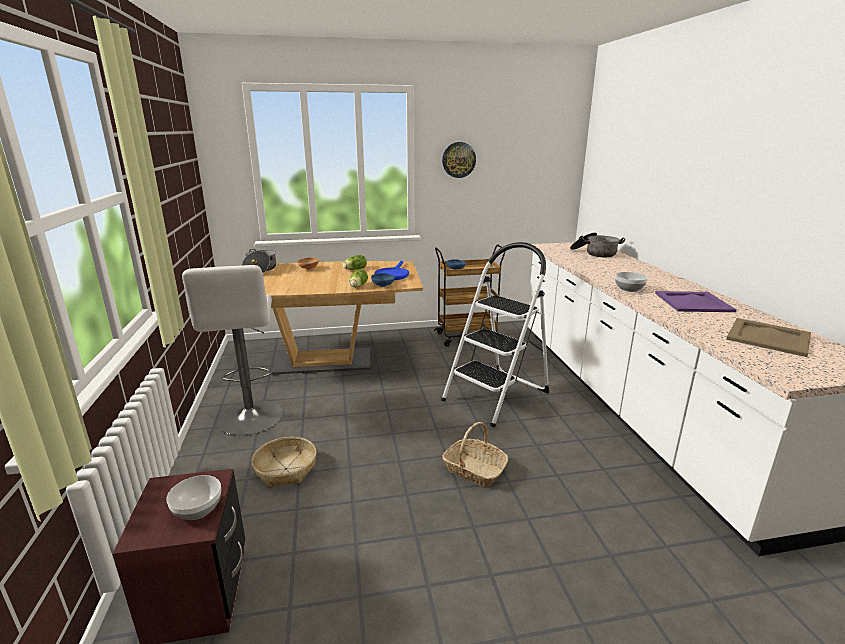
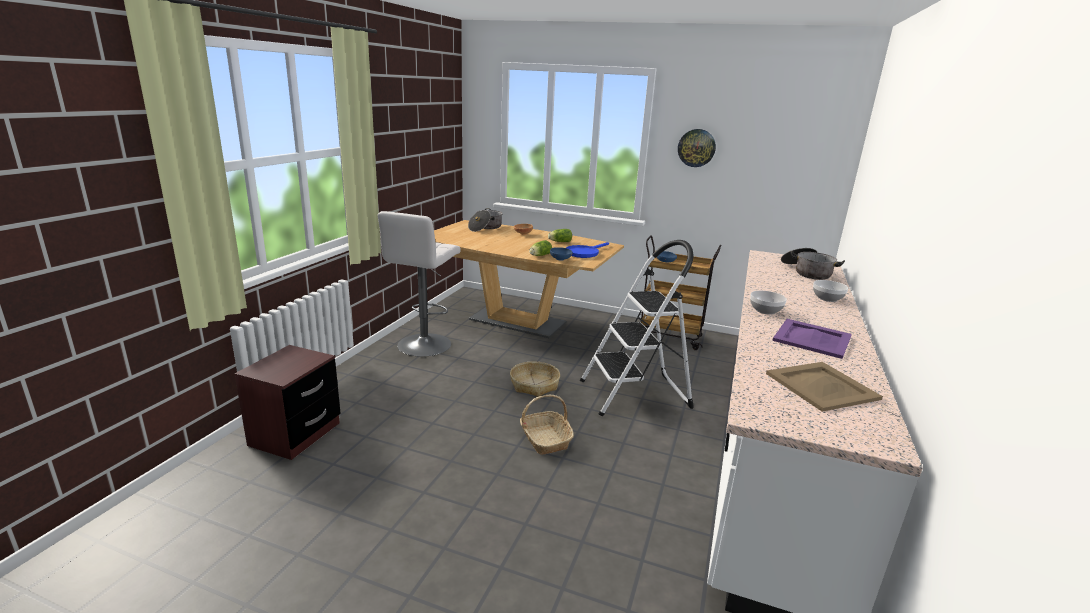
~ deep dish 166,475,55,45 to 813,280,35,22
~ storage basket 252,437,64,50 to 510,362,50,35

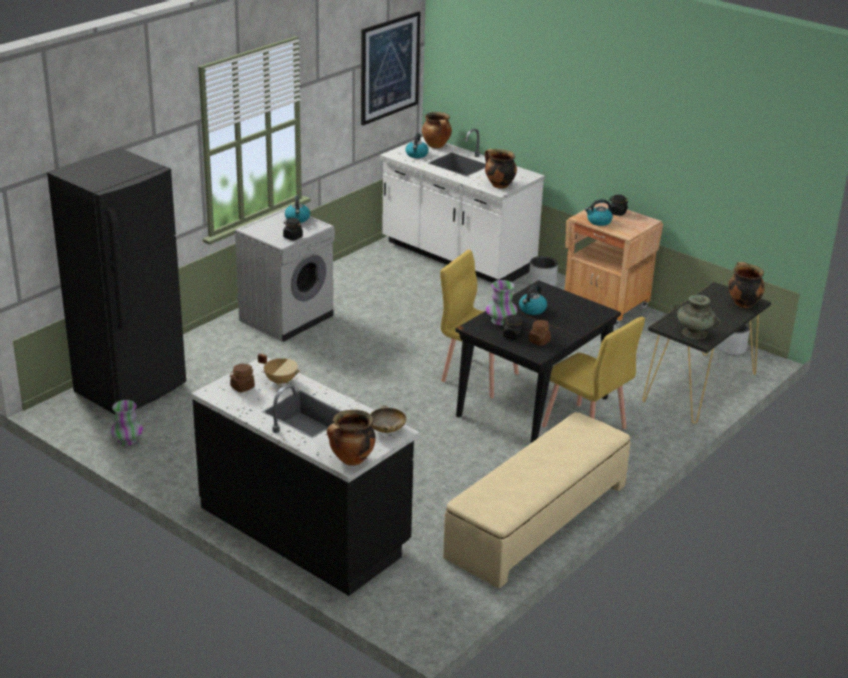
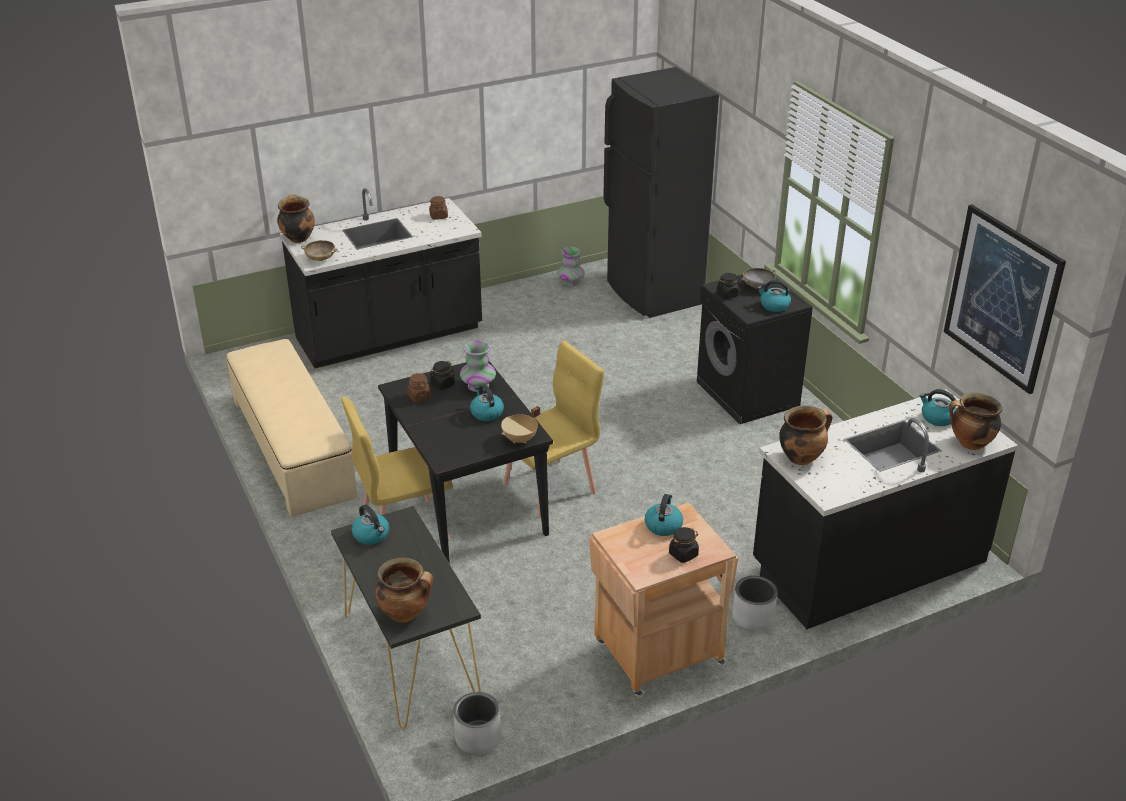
+ deep dish in gray 742,268,34,21
~ cooking pot in sand-coloured 258,354,42,31 to 501,406,39,38
~ flower vase in turquoise 673,295,48,44 to kettle 352,505,37,40
~ laundry machine in white-coloured 235,208,100,134 to laundry machine in black 697,274,116,150
~ kitchen base unit in white-coloured 380,128,165,155 to kitchen base unit in black 753,389,265,240

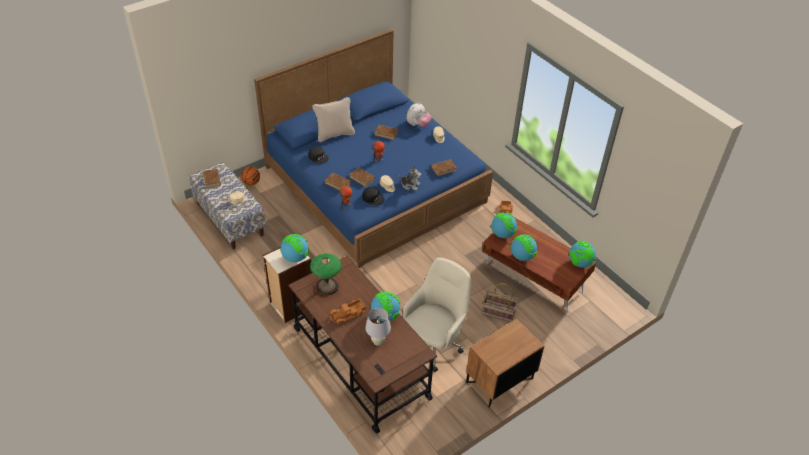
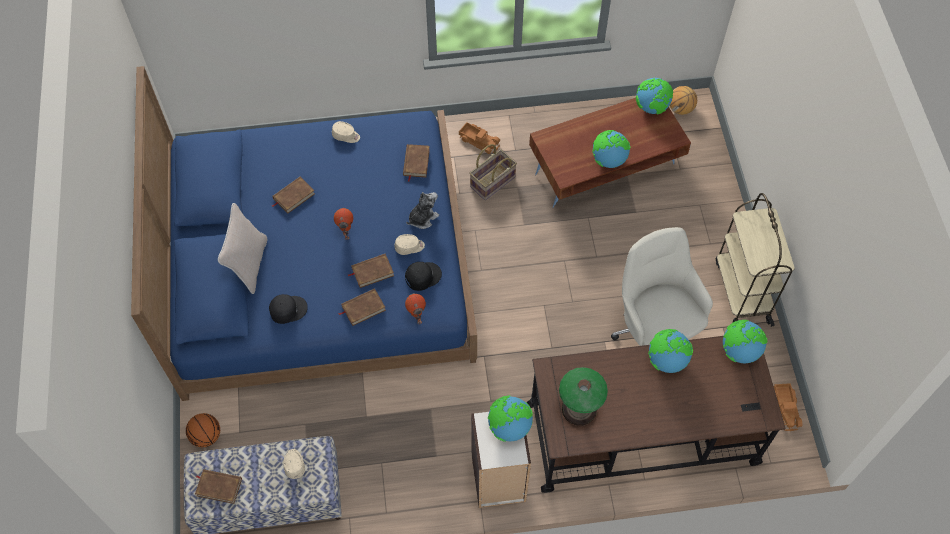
- tabletop lamp in white-coloured 365,308,26,38
- cuddly toy 406,102,25,25
+ ball for basketball 670,86,27,29
~ toy lorry 330,299,36,25 to 774,383,29,48
~ storage basket 482,283,36,39 to 469,144,48,56
~ desk globe 491,212,26,26 to 723,320,44,43
~ nightstand in brown 466,319,78,89 to trolley in sand-coloured 716,193,79,134

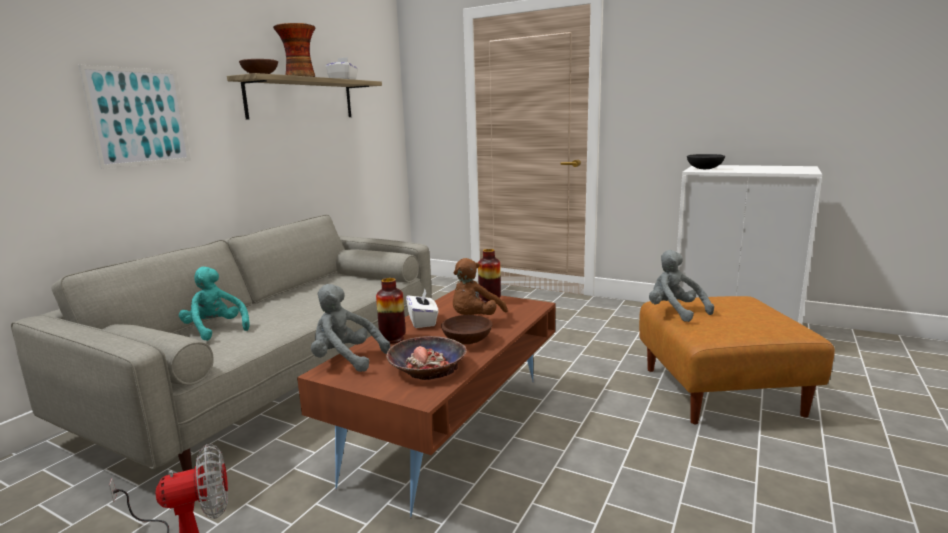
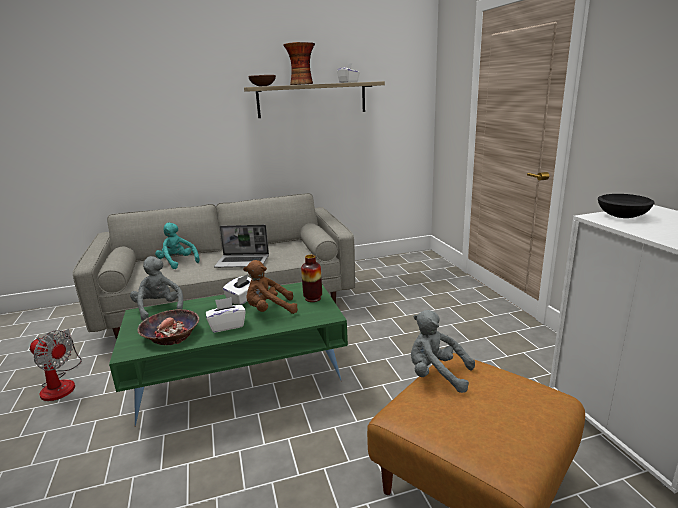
- wall art 79,65,112,104
- flower vase 376,278,30,66
+ portable computer 214,225,55,43
~ deep dish in brown 441,315,52,29 to tissue holder in white-coloured 206,297,40,36
~ low table in brown 297,290,258,229 to low table in green 109,282,239,145
~ cuddly toy in turquoise 179,267,71,74 = 155,223,45,46 45 degrees counterclockwise
~ cuddly toy in gray 649,250,65,72 = 411,310,64,83 75 degrees counterclockwise

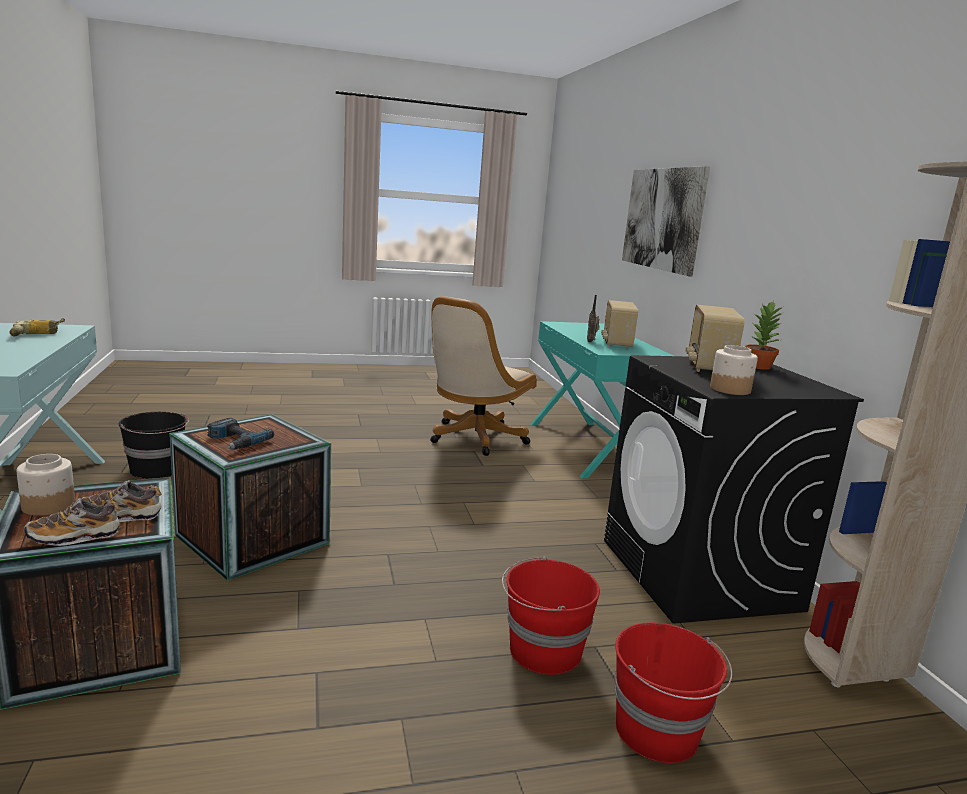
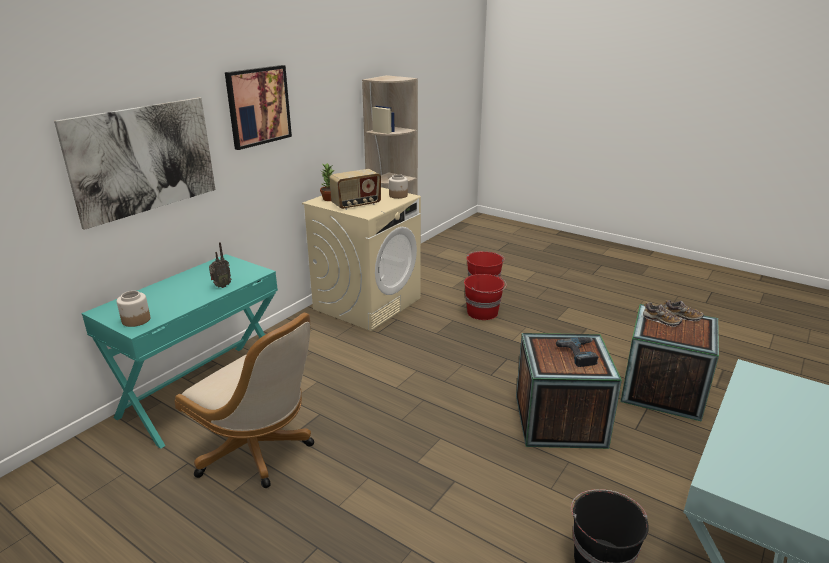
- electric drill 9,318,56,18
- radio set 601,300,37,48
+ wall art 225,65,67,85
~ storage jar 17,454,58,62 to 117,291,33,36
~ laundry machine in black 604,355,260,268 to laundry machine in sand-coloured 302,187,119,144
~ desk chair 430,296,107,160 = 175,313,139,175 45 degrees clockwise

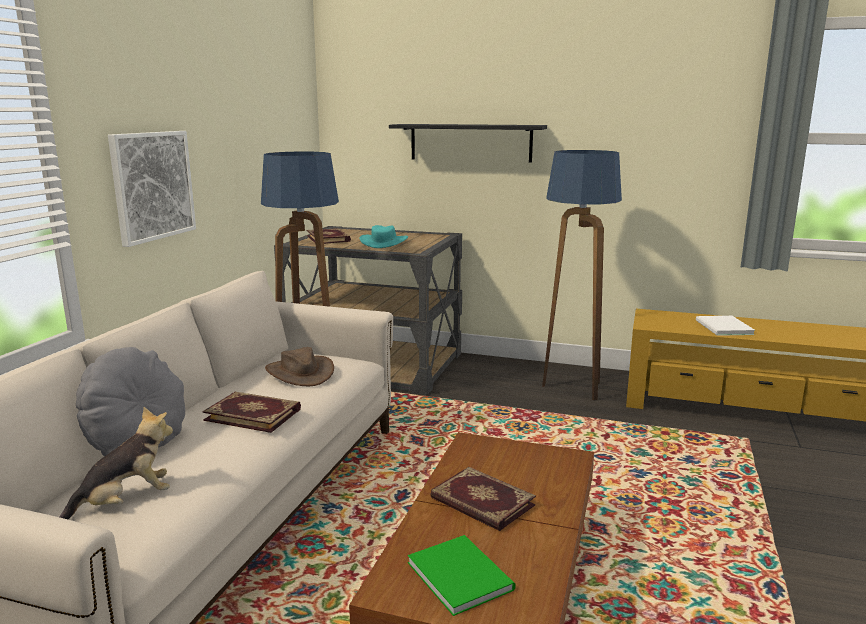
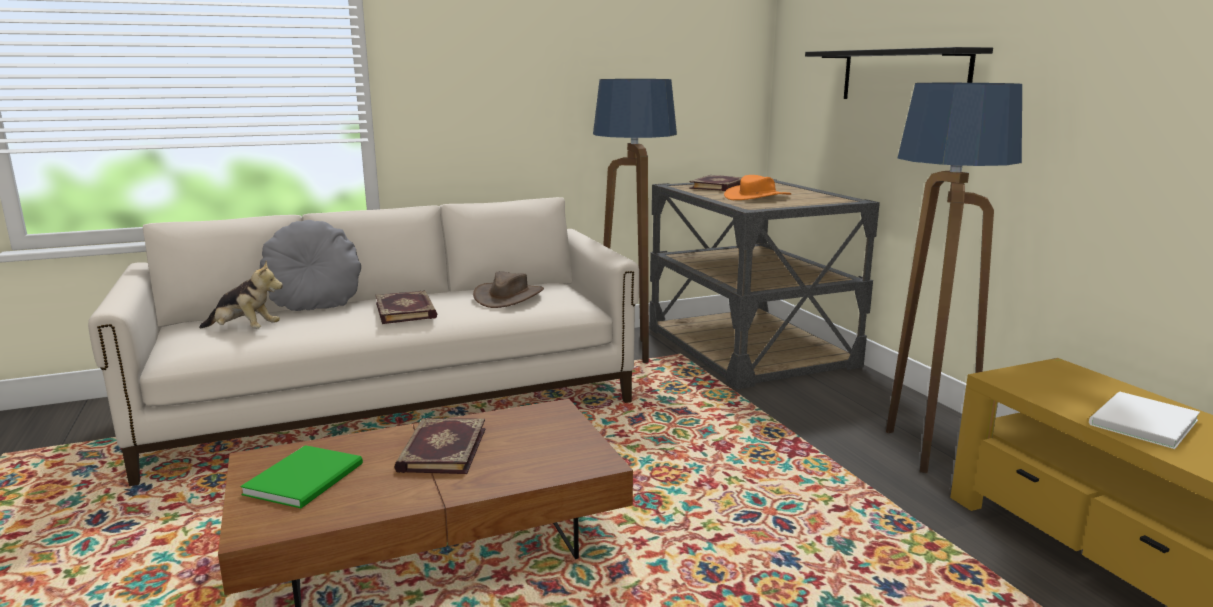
- wall art 108,131,88,116
~ wearable hat in turquoise 360,225,48,23 to wearable hat in orange-coloured 724,175,67,25

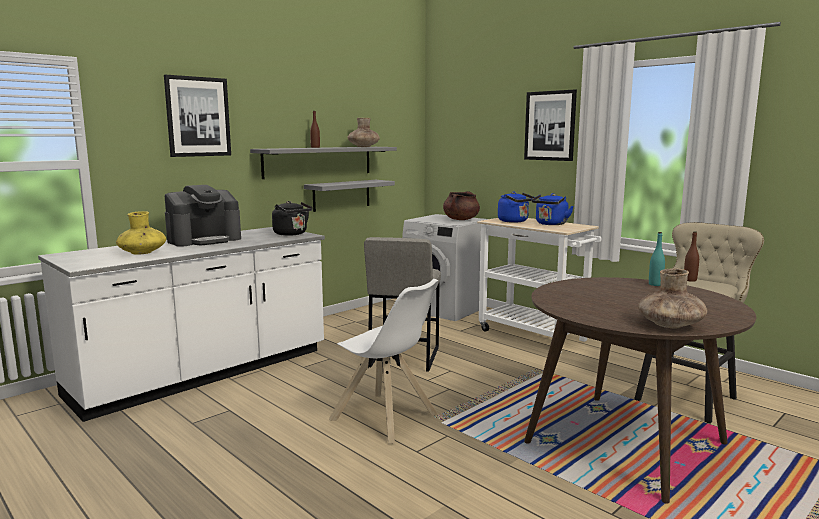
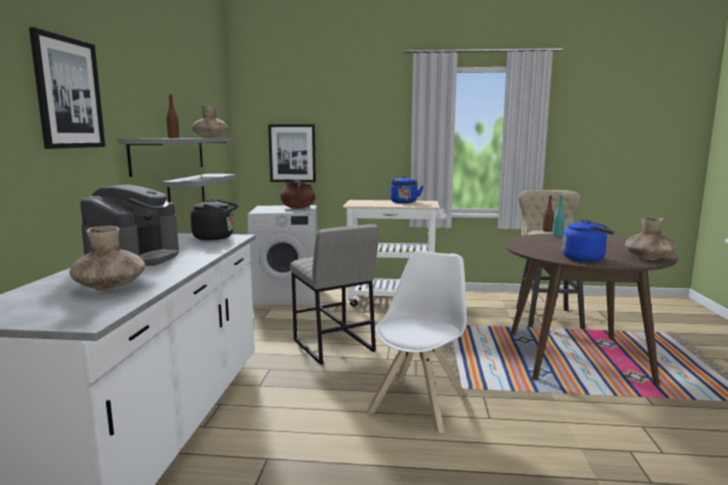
~ kettle in blue-coloured 498,192,37,31 to 562,220,53,42
~ wall art 524,90,53,71 to 268,124,48,58
~ flower vase in yellow 116,211,50,44 to flower vase in brown 69,226,76,65
~ chair in white-coloured 329,279,109,165 = 366,250,101,183 60 degrees counterclockwise

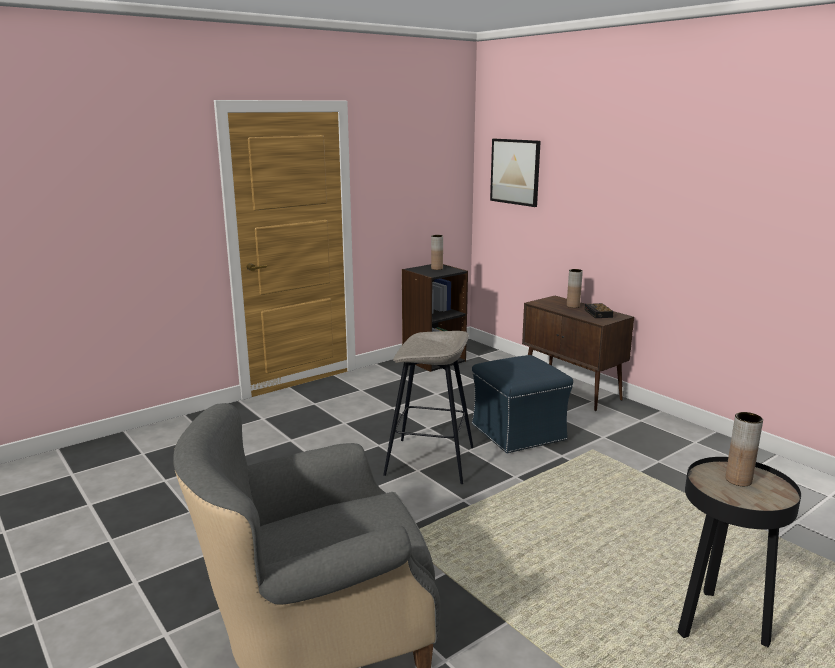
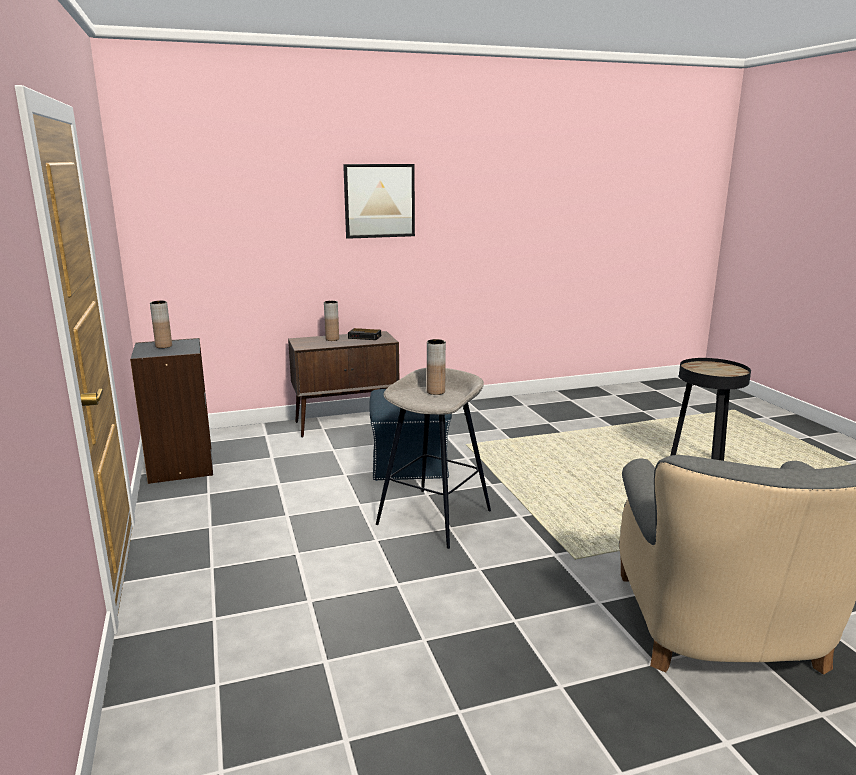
~ wall art 490,139,51,68 to 343,164,72,75
~ flower vase in brown 725,412,38,74 to 427,339,19,56

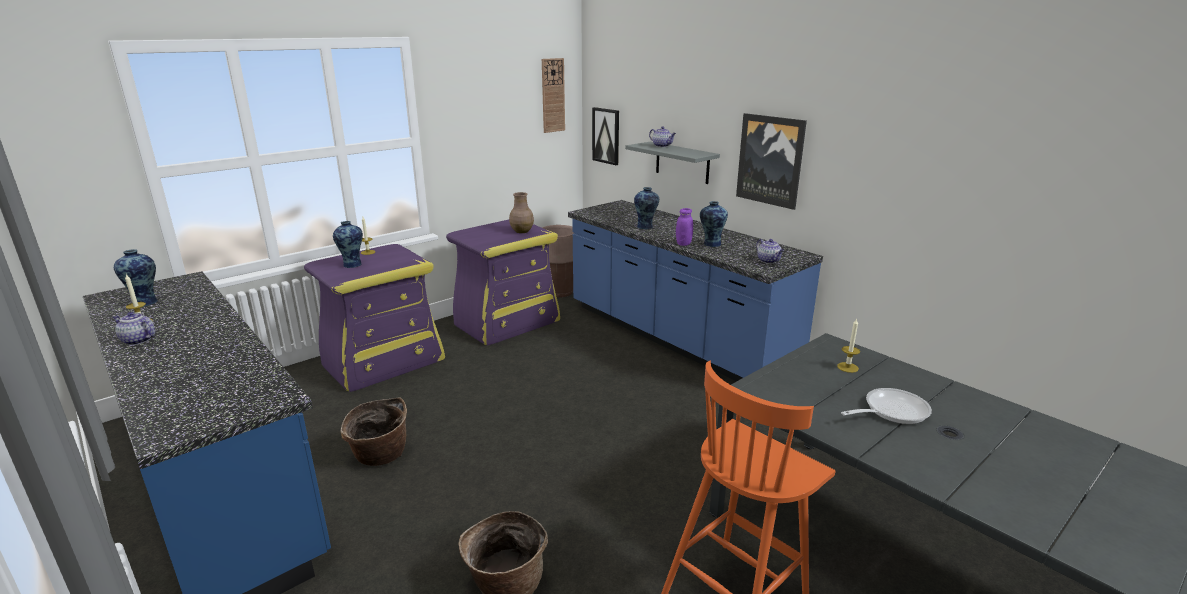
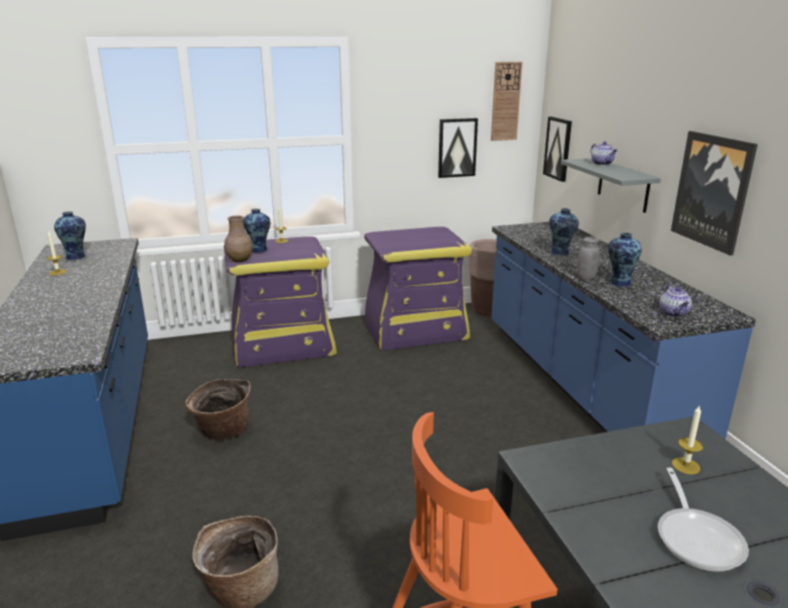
- pot for tea 113,312,42,33
+ wall art 438,118,40,60
~ flower vase in brown 509,192,25,41 to 224,216,29,46
~ storage jar in purple-coloured 676,208,17,38 to storage jar in gray 577,237,23,43
~ frying pan 841,388,91,36 = 658,468,91,104 90 degrees clockwise

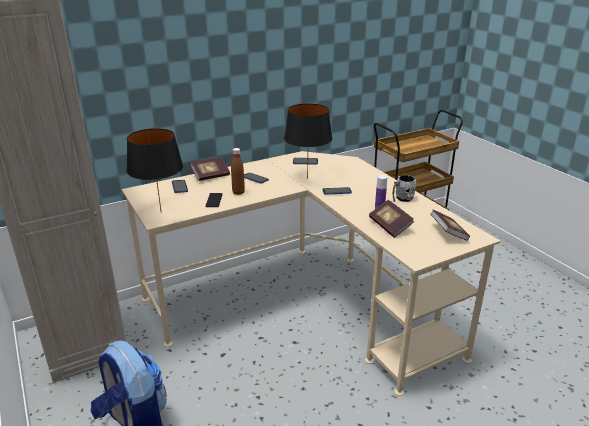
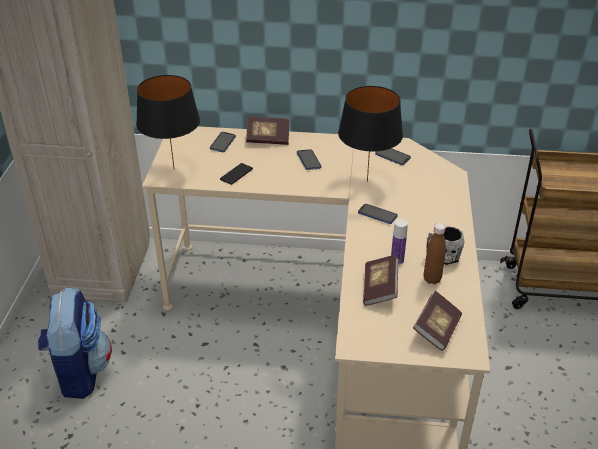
~ bottle in brown 231,148,14,47 to 424,223,22,61

